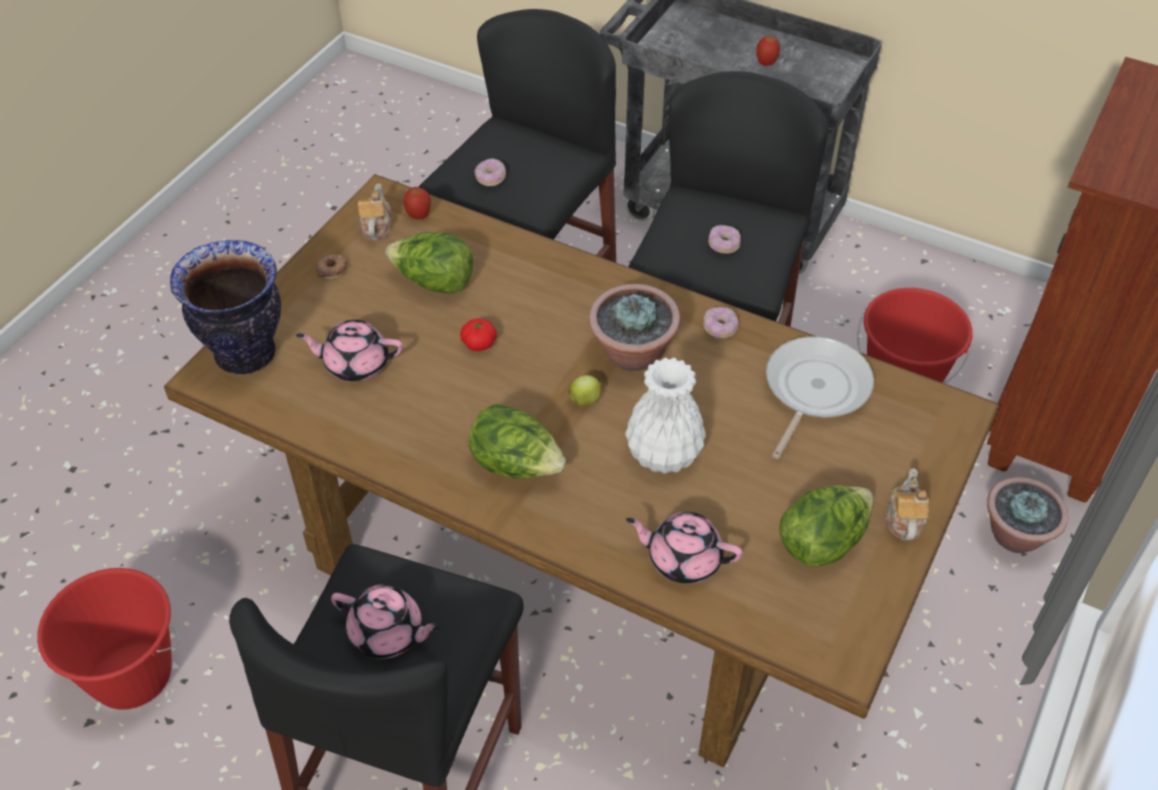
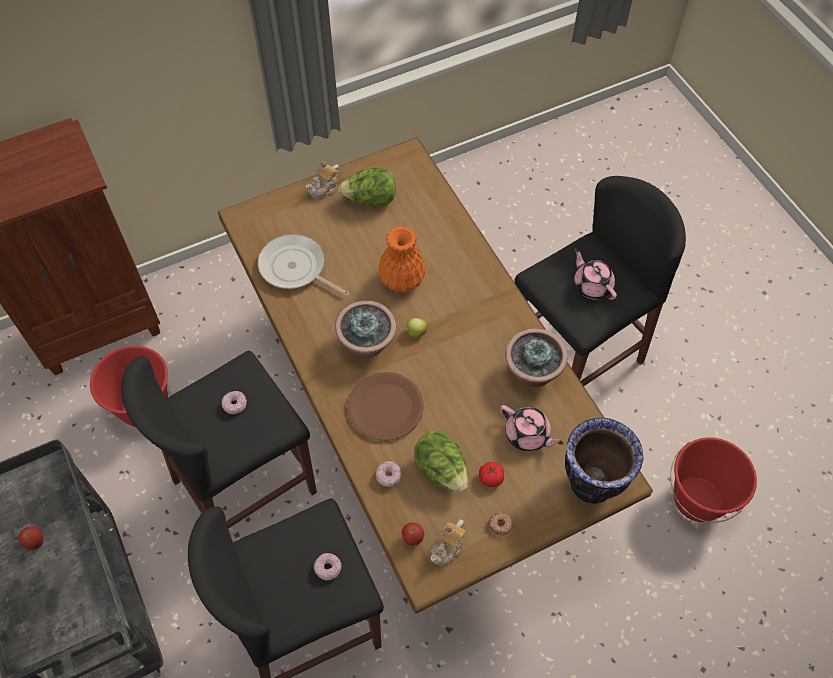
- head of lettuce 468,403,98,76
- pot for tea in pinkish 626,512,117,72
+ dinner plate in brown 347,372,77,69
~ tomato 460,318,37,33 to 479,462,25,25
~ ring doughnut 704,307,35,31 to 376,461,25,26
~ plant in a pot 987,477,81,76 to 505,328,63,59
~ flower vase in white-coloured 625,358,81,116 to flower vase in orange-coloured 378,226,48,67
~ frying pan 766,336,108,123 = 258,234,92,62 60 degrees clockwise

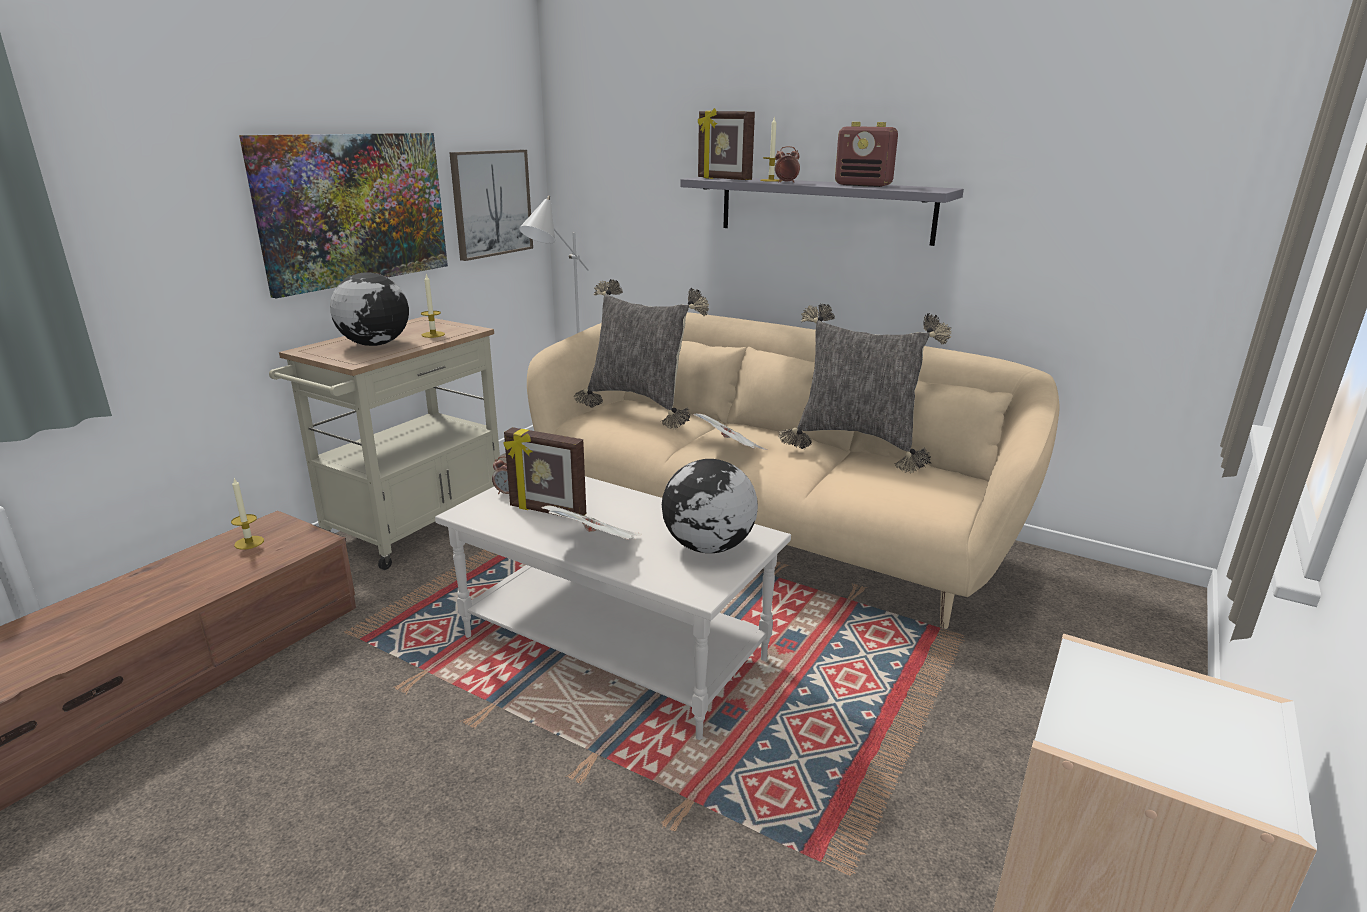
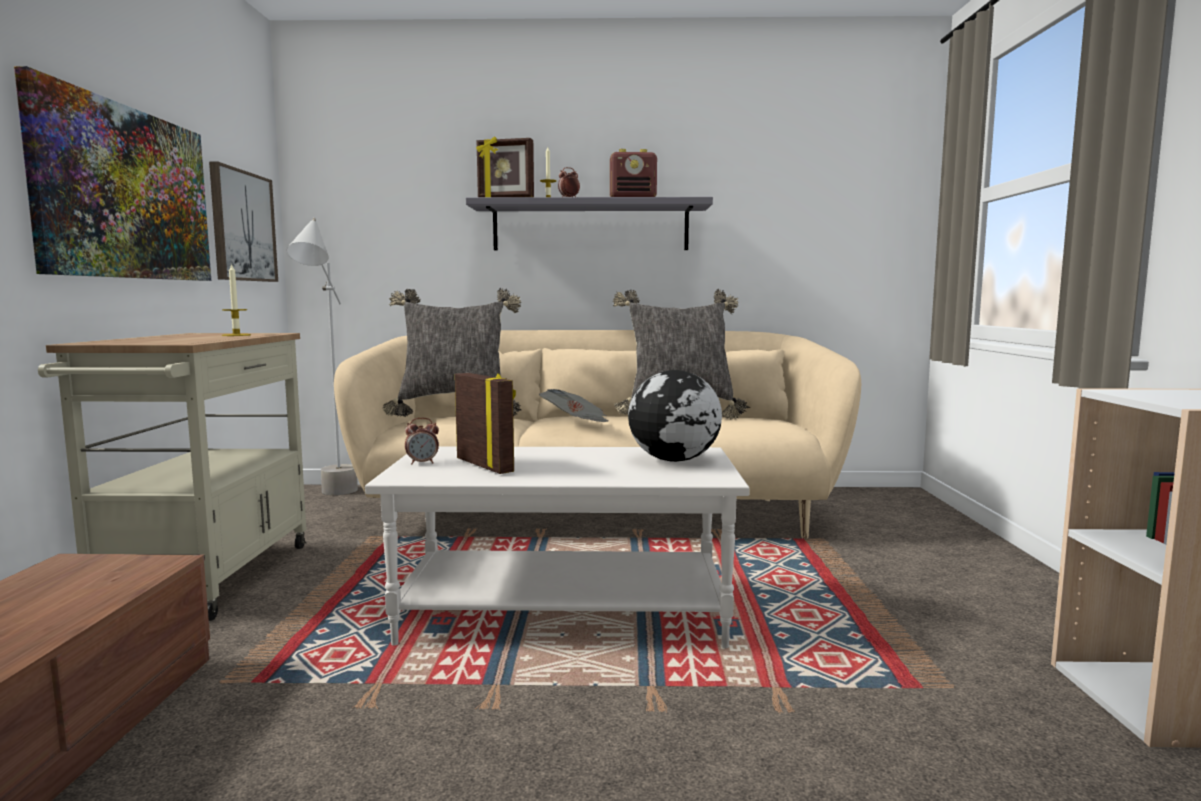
- candle 231,478,33,72
- desk globe 330,272,79,74
- newspaper 542,505,100,35
~ standing frame 503,427,83,89 = 455,373,61,101 120 degrees counterclockwise

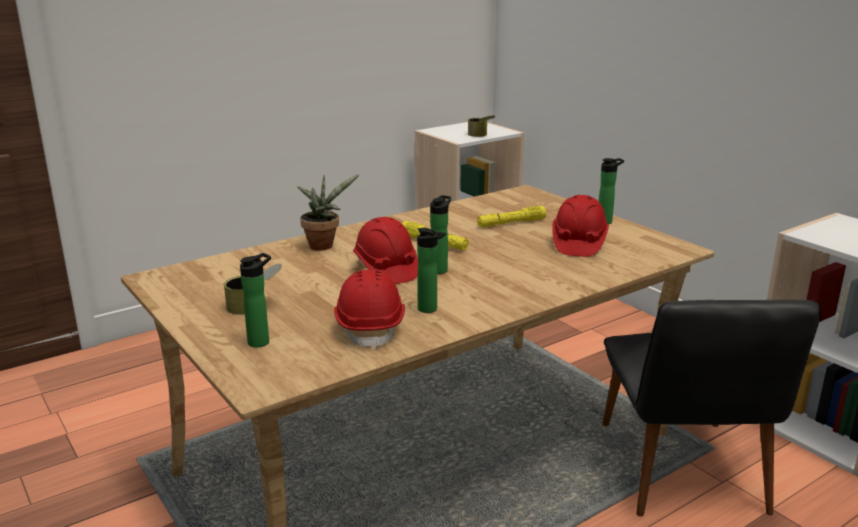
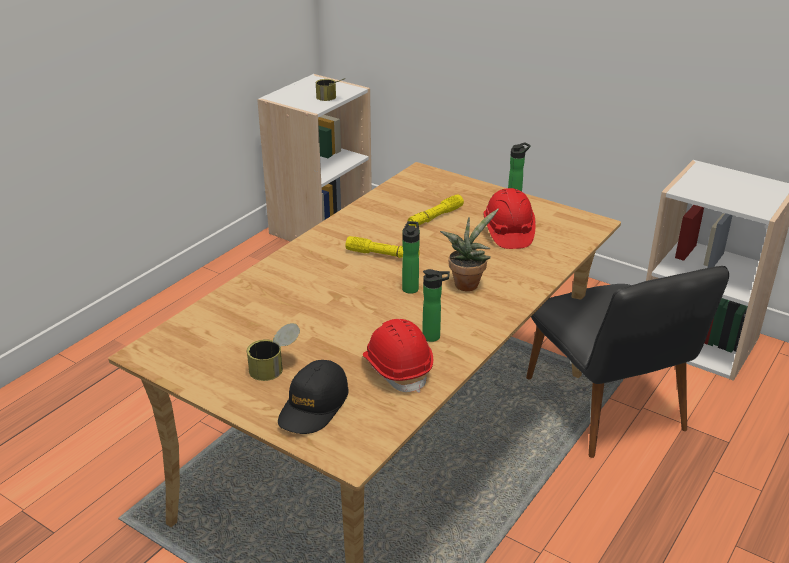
- work helmet in red 353,217,65,67
~ plant in a pot 297,174,63,77 to 440,209,59,82
~ bottle 240,253,31,94 to cap in black 278,360,71,74

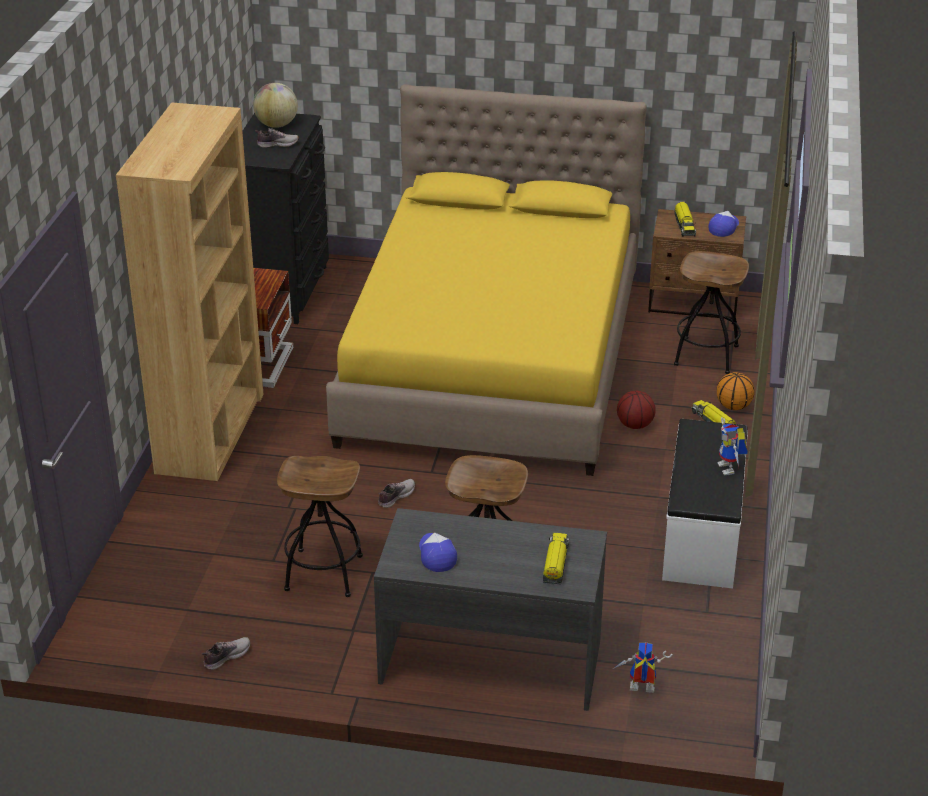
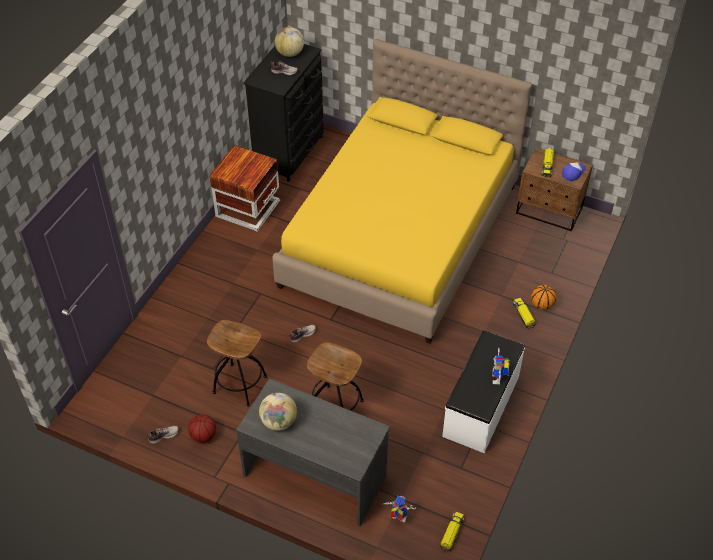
- bookshelf in brown 116,103,148,378
- stool seat in brown 674,251,75,123
~ toy lorry 543,533,26,52 to 440,512,25,40
~ ball for basketball 617,391,39,38 to 188,415,28,28
~ cap 419,533,38,39 to desk globe 259,393,38,38

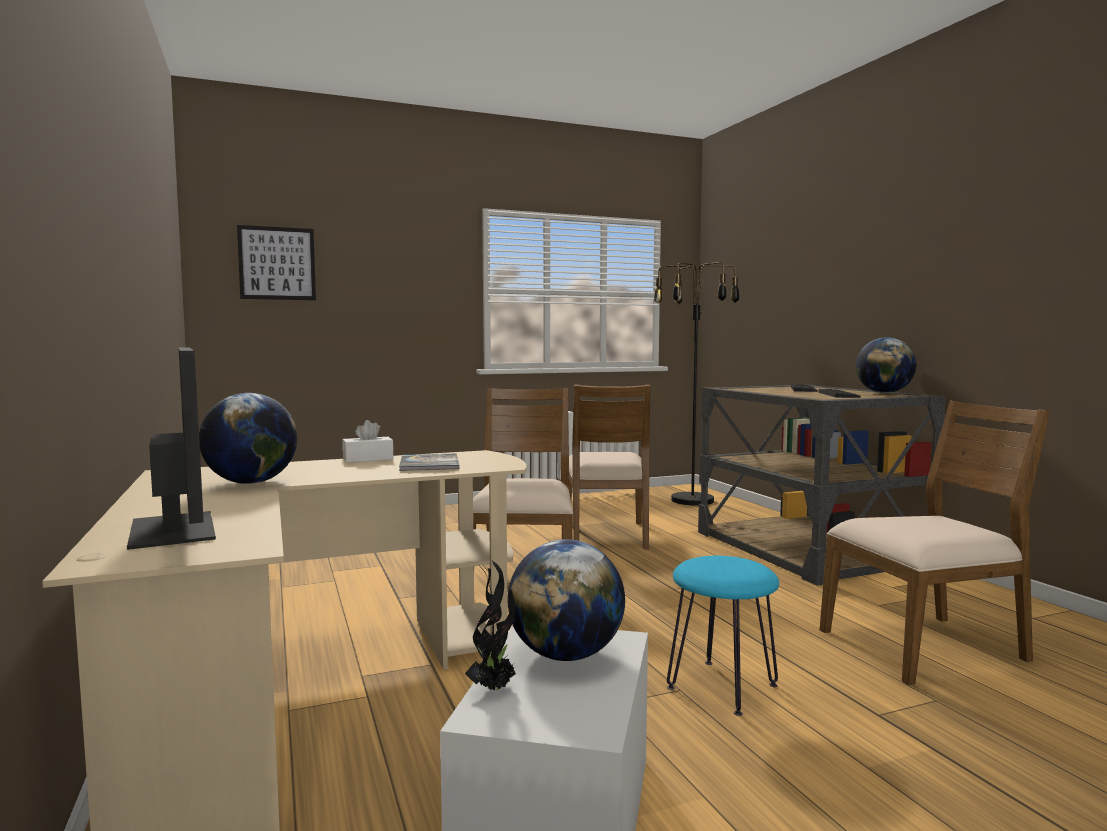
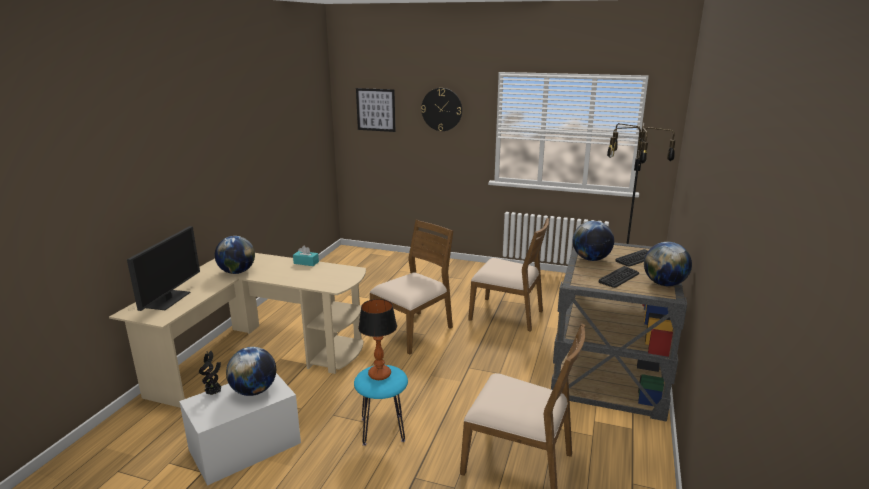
- book 399,453,61,18
+ tabletop lamp 358,299,39,81
+ hanging clock 421,88,41,43
+ desk globe 573,221,41,40
~ tissue holder in white-coloured 342,420,51,43 to tissue holder in turquoise 293,246,26,20
~ chair in brown 569,384,82,165 = 468,218,81,114 105 degrees counterclockwise

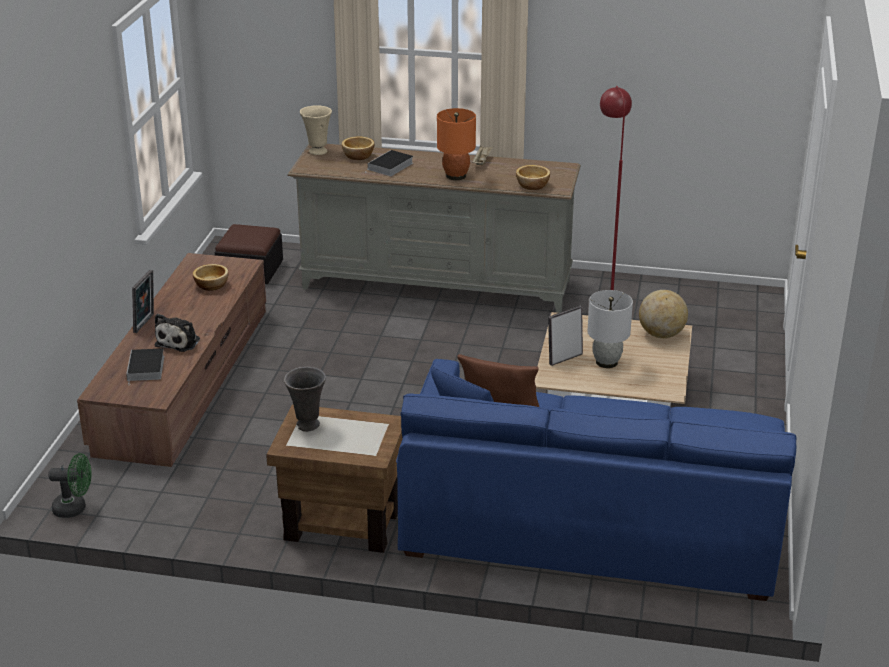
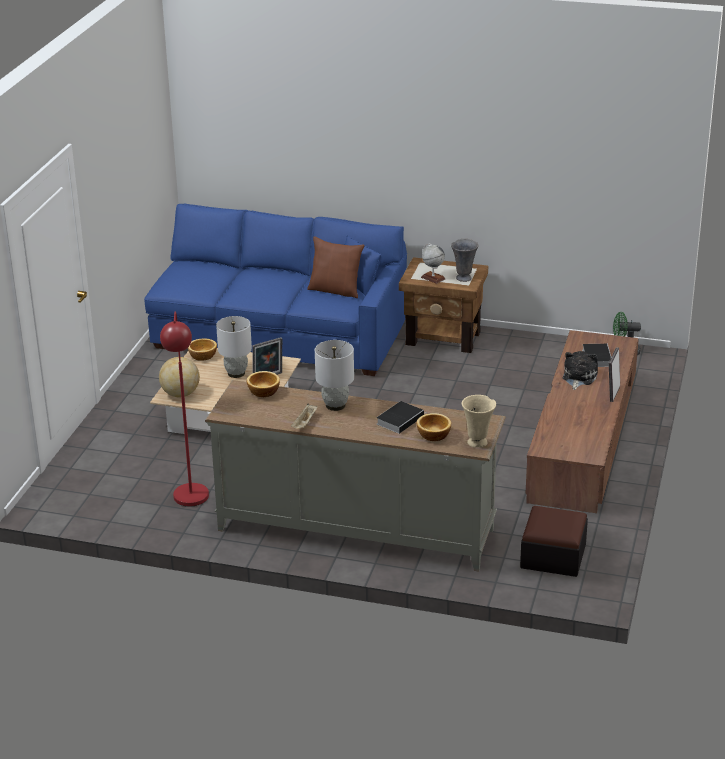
+ desk globe 421,243,25,41
~ deep dish 193,264,36,27 to 188,338,29,23
~ tabletop lamp in orange-coloured 437,108,39,72 to tabletop lamp in white-coloured 315,340,39,71

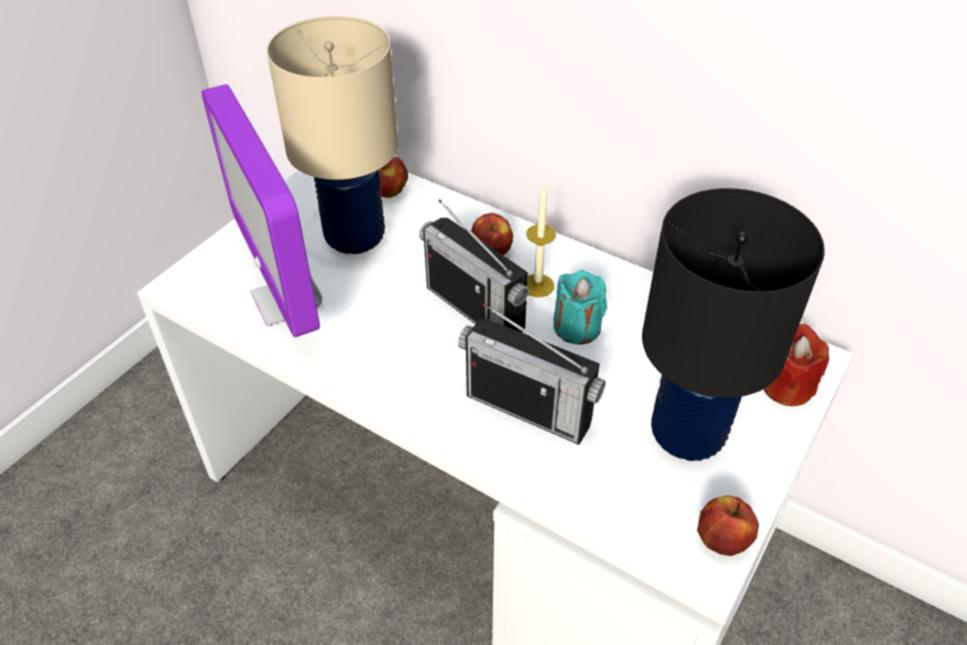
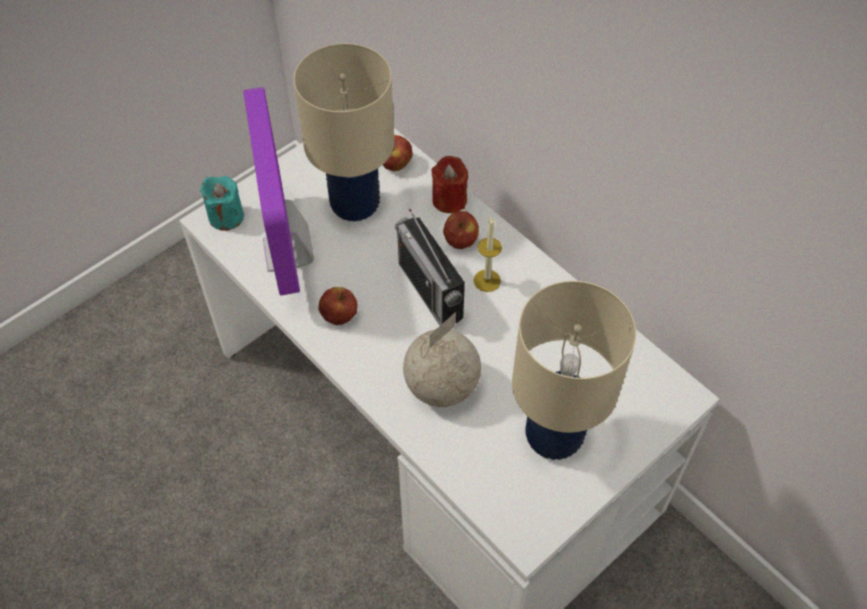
~ candle in turquoise 553,270,54,74 to 200,176,44,55
~ whole apple 697,495,62,61 to 318,287,40,38
~ candle in red 764,324,65,82 to 431,156,37,57
~ radio set 458,303,148,142 to desk globe 403,312,78,95
~ tabletop lamp in black 642,188,183,273 to tabletop lamp in sand-coloured 512,281,124,179

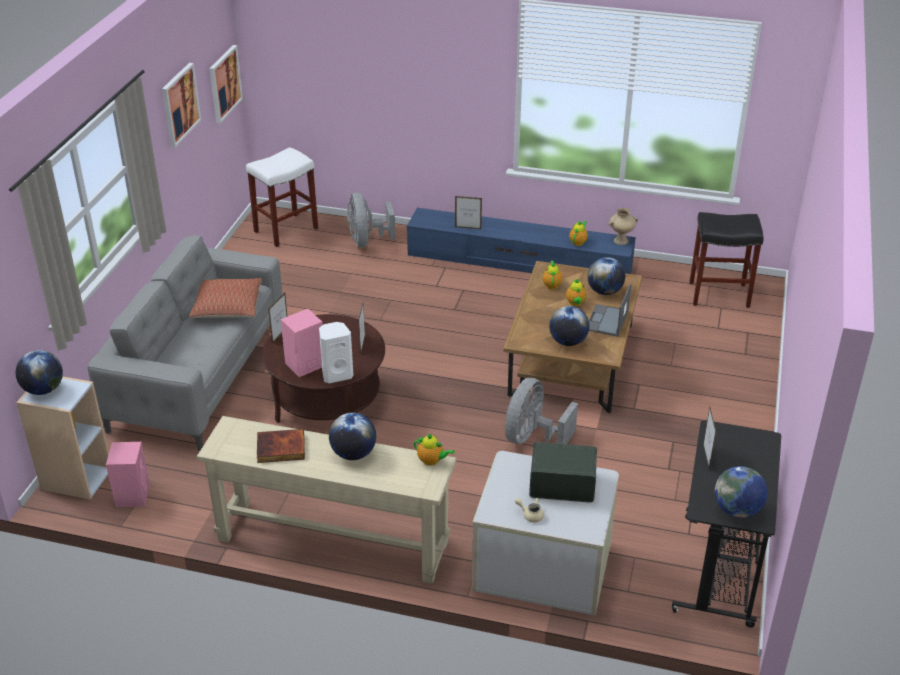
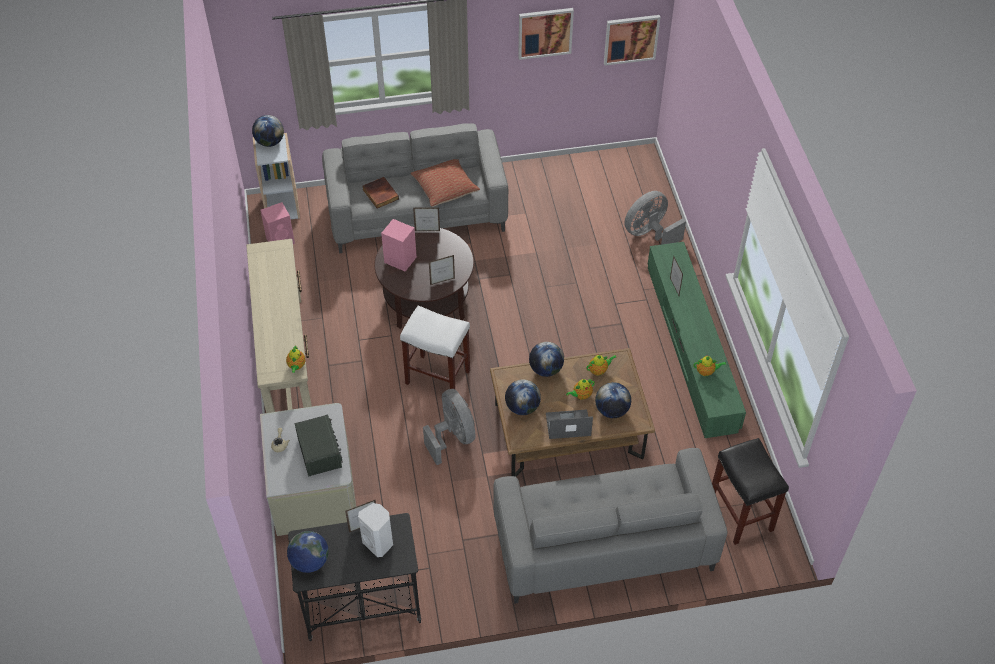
- flower vase in sand-coloured 608,208,30,37
+ settee in gray 493,448,234,156
~ stool seat in white-coloured 246,147,72,100 to 400,306,70,83
~ book 257,429,48,34 to 362,177,37,31
~ loudspeaker in white-coloured 319,322,35,62 to 358,503,35,54
~ desk globe 329,413,47,47 to 529,342,35,35
~ tv unit in blue-coloured 407,208,229,66 to tv unit in green 648,242,98,196
~ electric fan in gray 505,378,73,66 = 423,389,53,76 60 degrees clockwise

